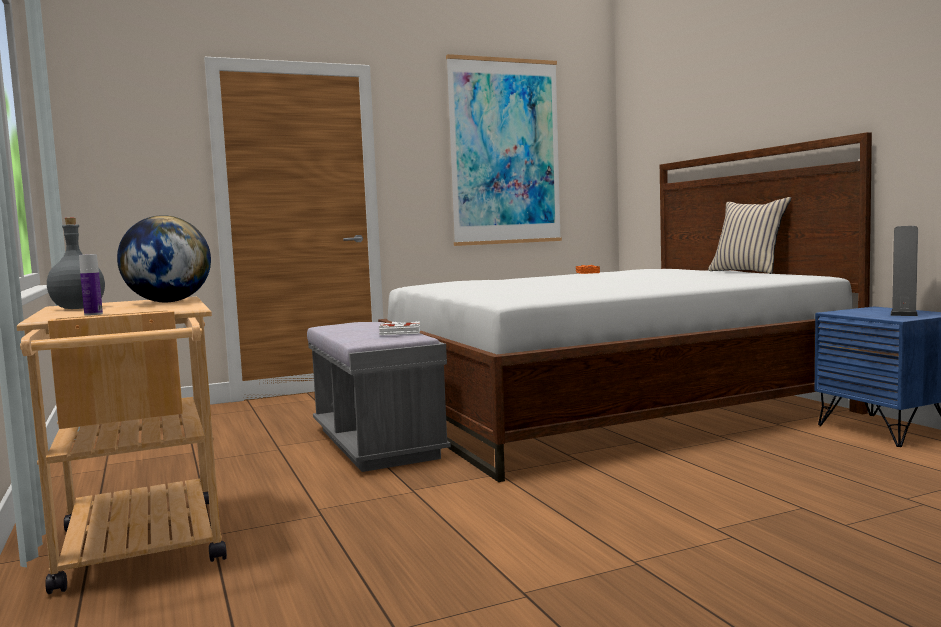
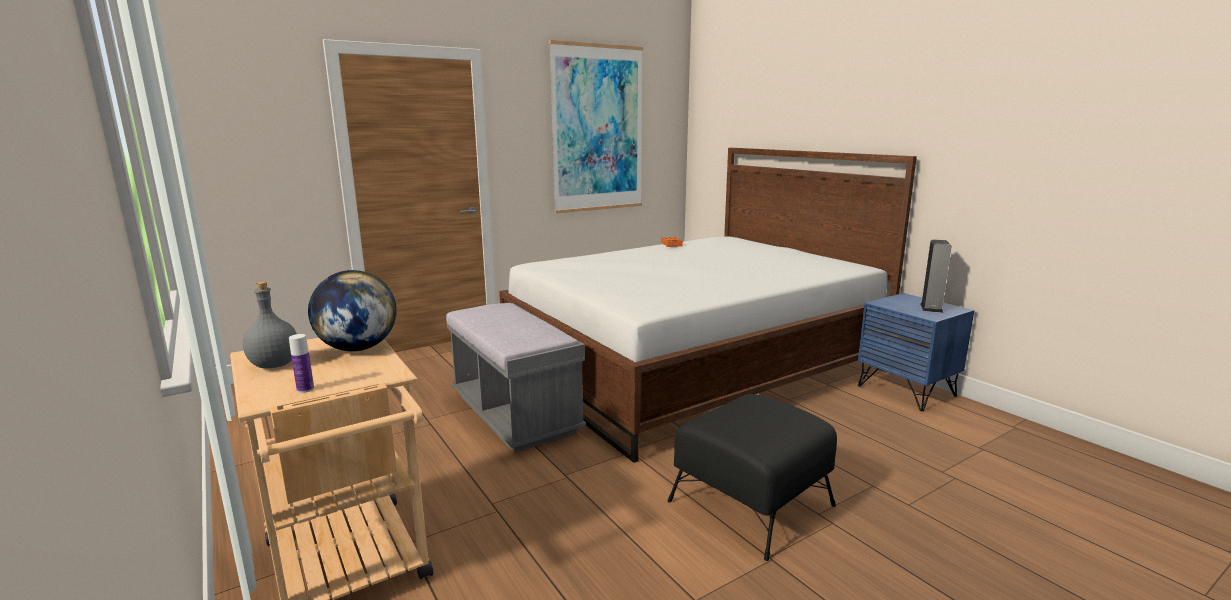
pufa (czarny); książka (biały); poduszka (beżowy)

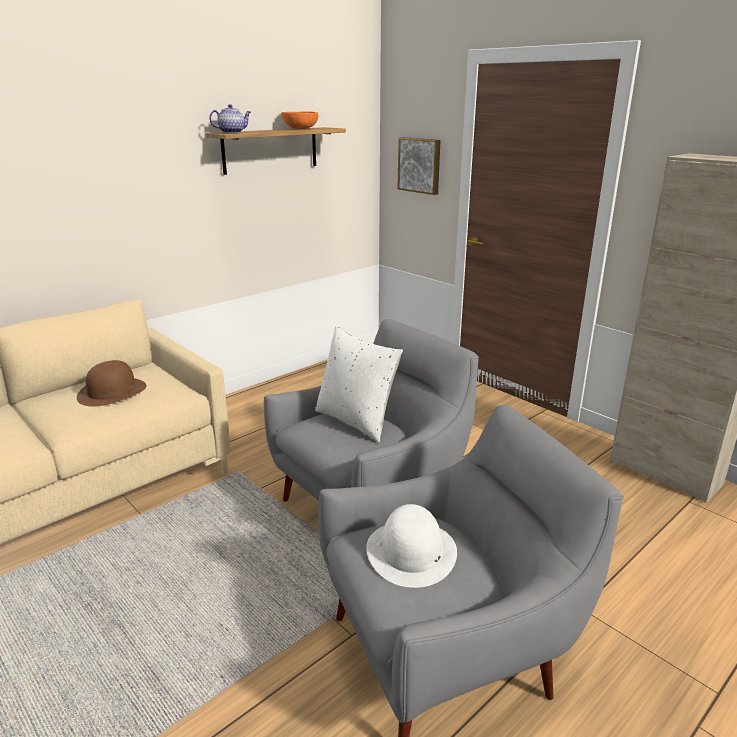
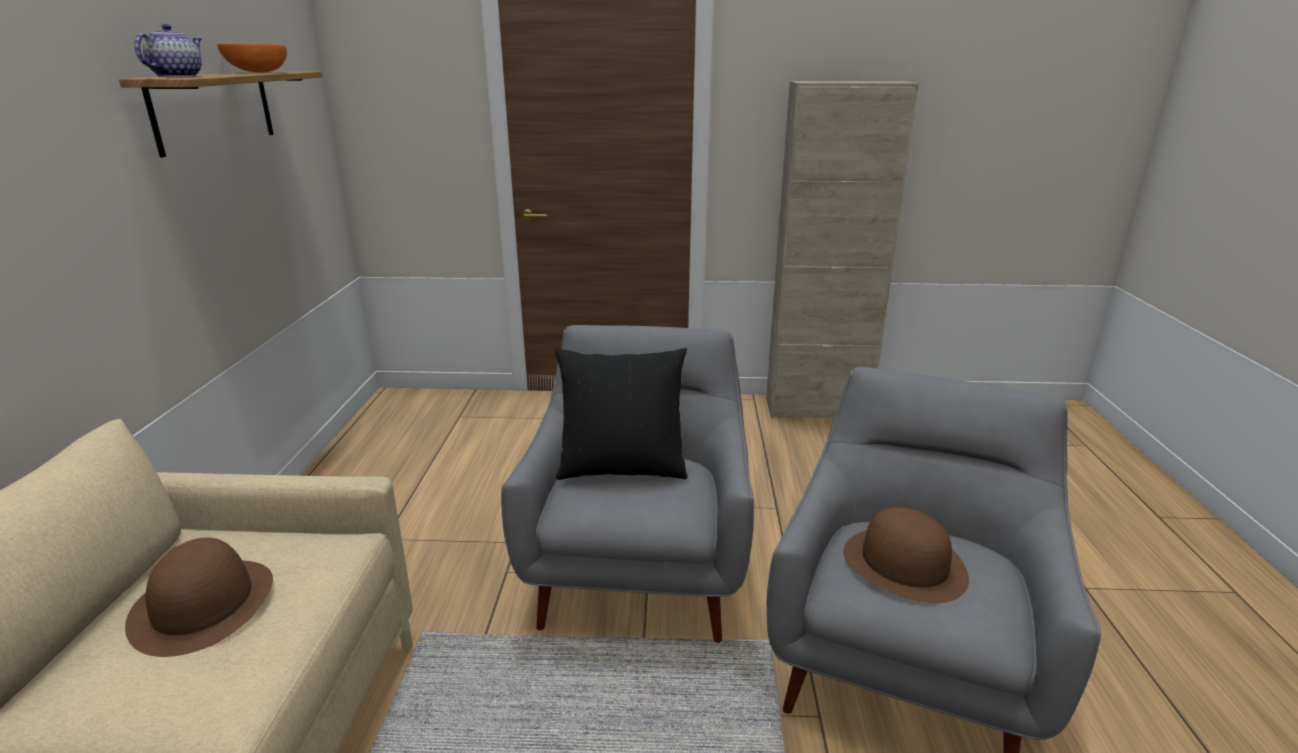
poduszka (czarny); kapelusz (brązowy) (2nd from left); obraz

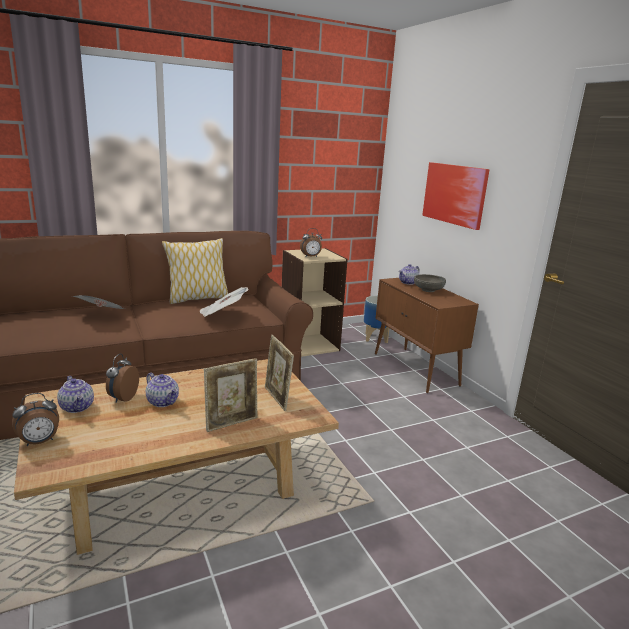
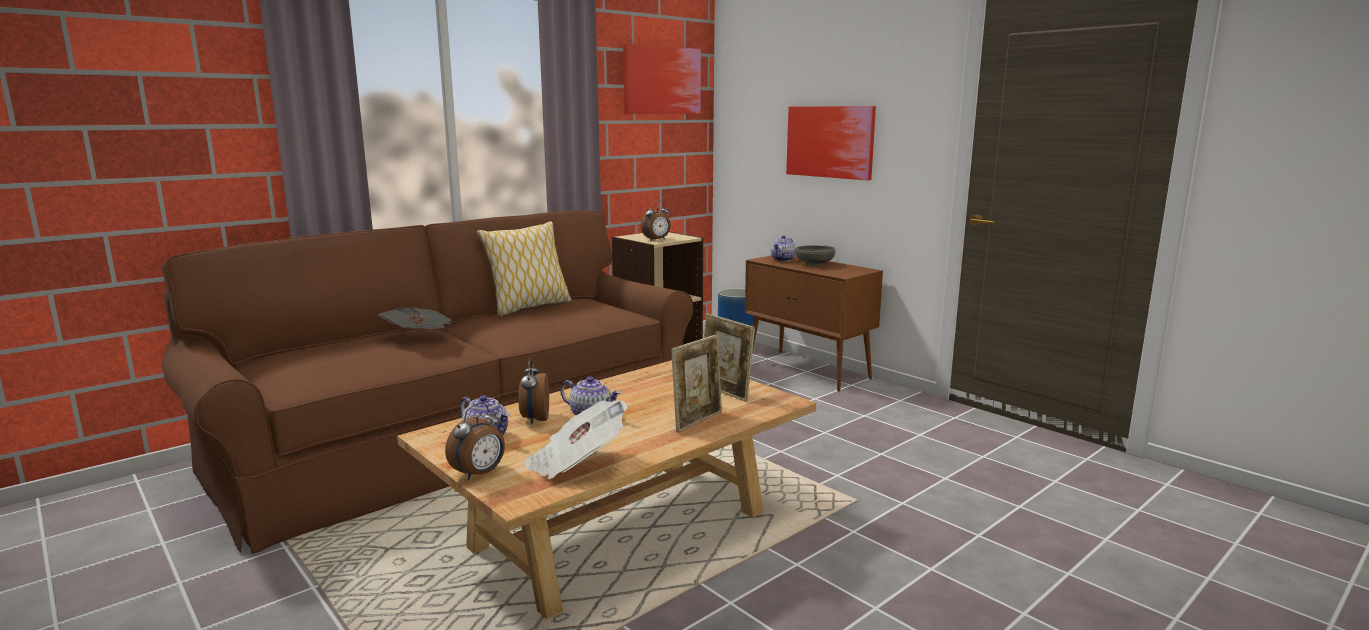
gazeta (2nd from left); obraz (1st from left)

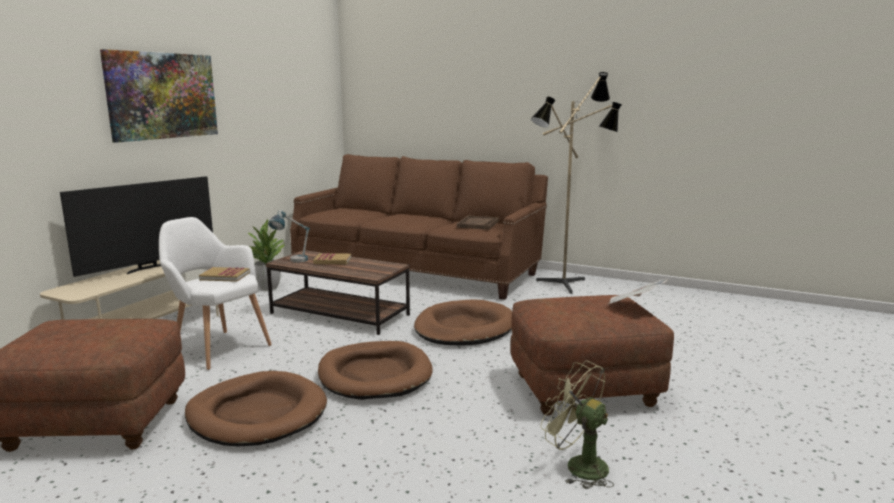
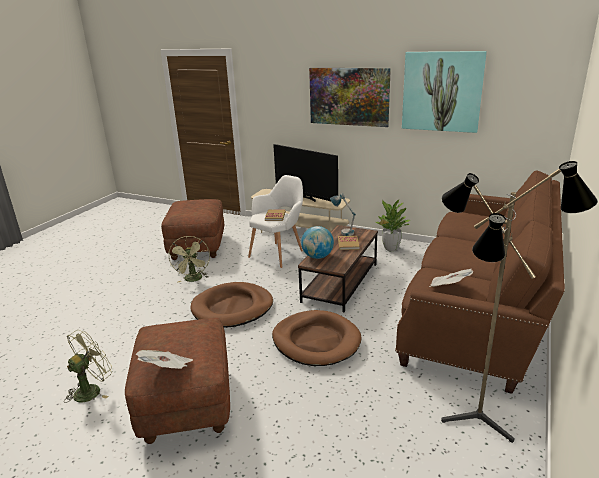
wentylator (zielony) (2nd from left); globus; obraz (2nd from left); gazeta (2nd from left)

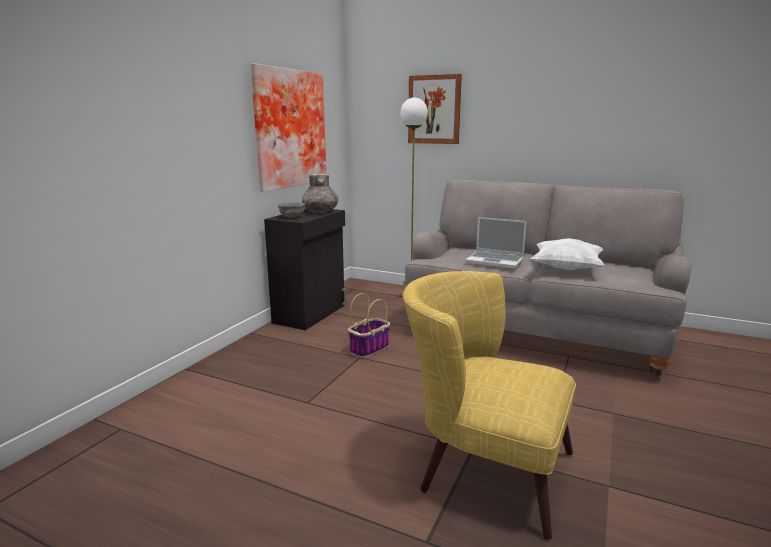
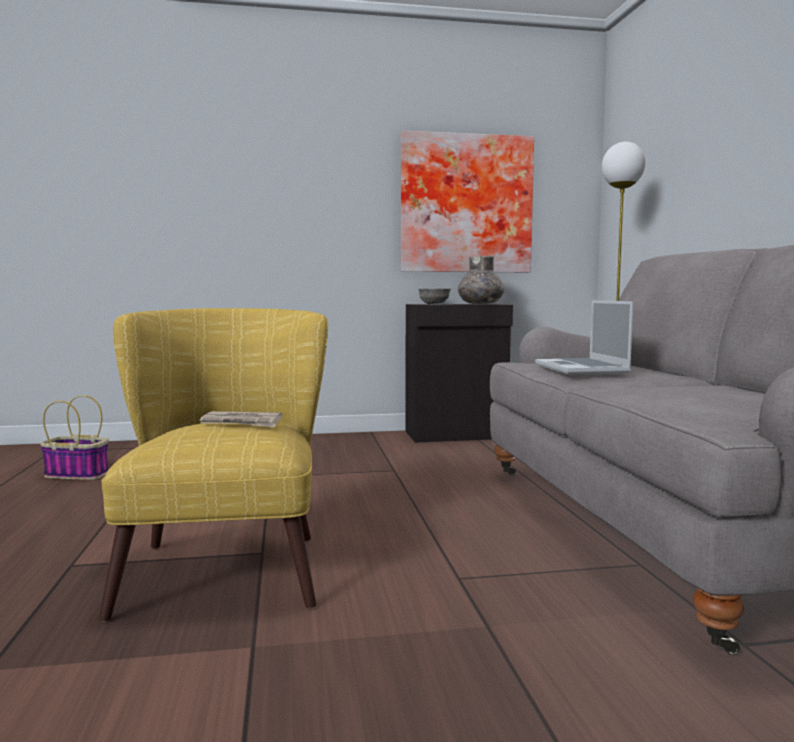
koszyk; gazeta; obraz (2nd from left in the first image); poduszka (biały)

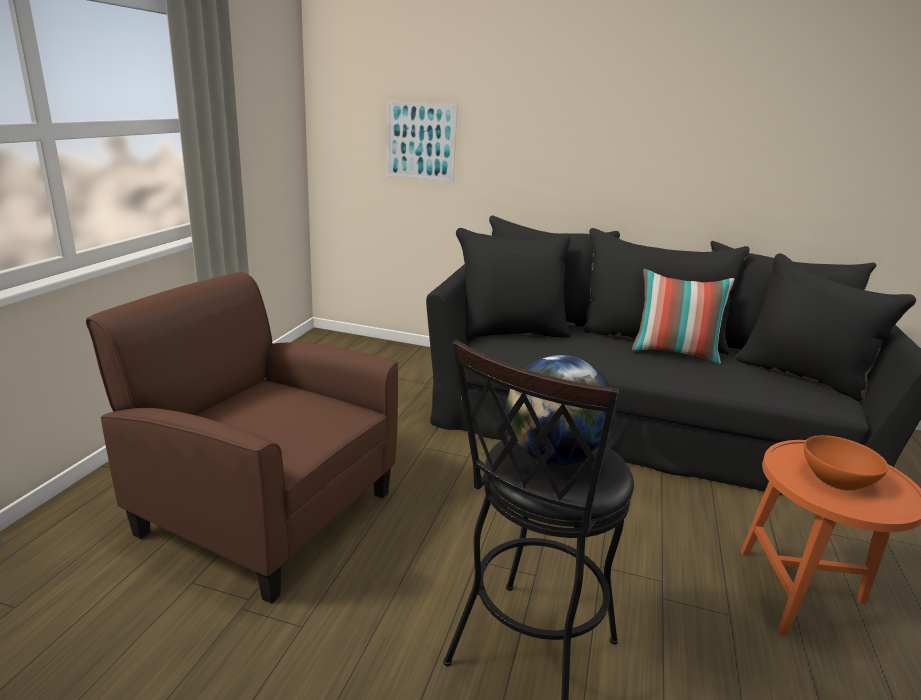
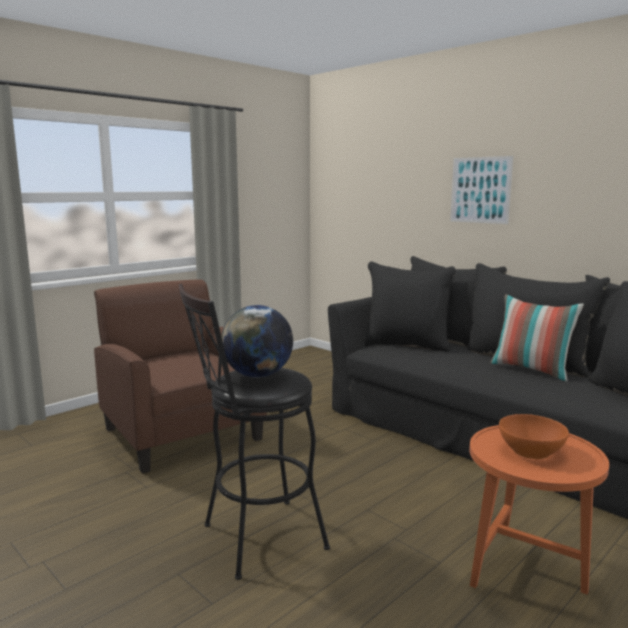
obraz

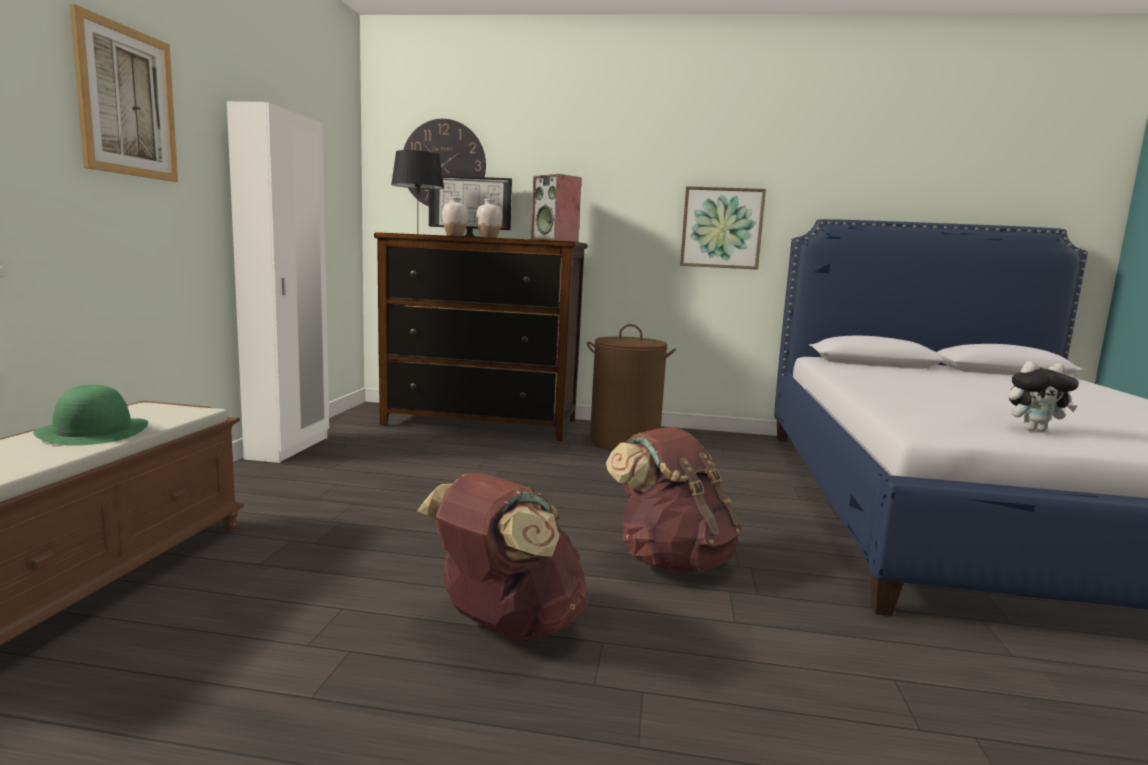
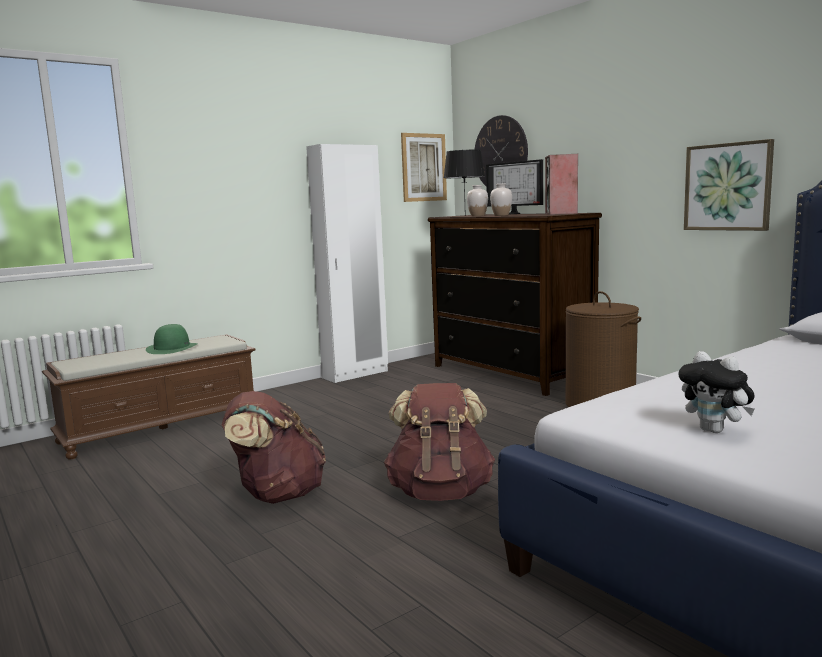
obraz (1st from left)

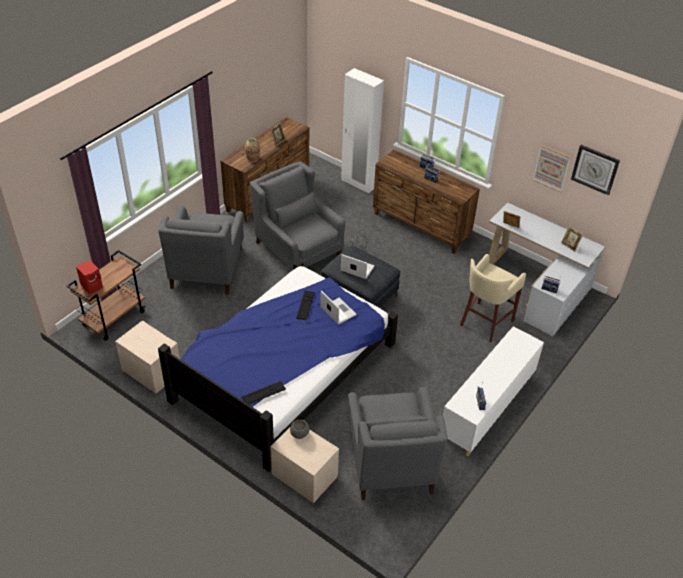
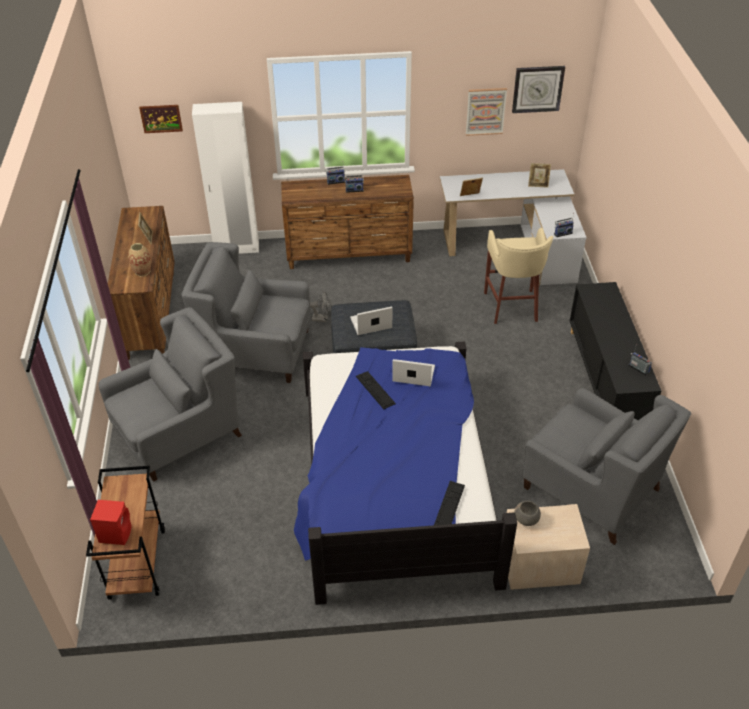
fotel (szary) (1st from left); obraz (1st from left); szafka (czarny); szafka nocna (beżowy) (1st from left in the first image)

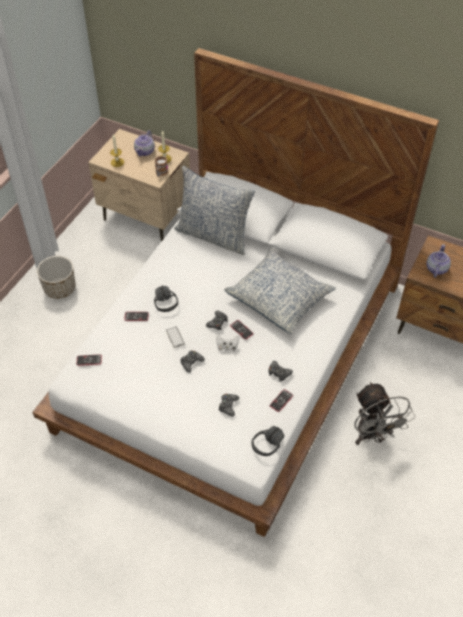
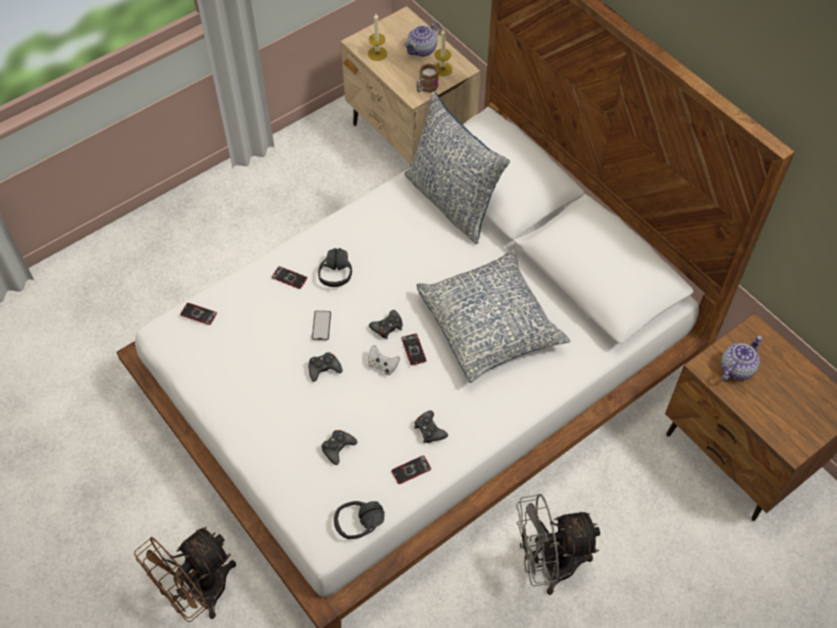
wentylator (brązowy); wentylator (szary); donica

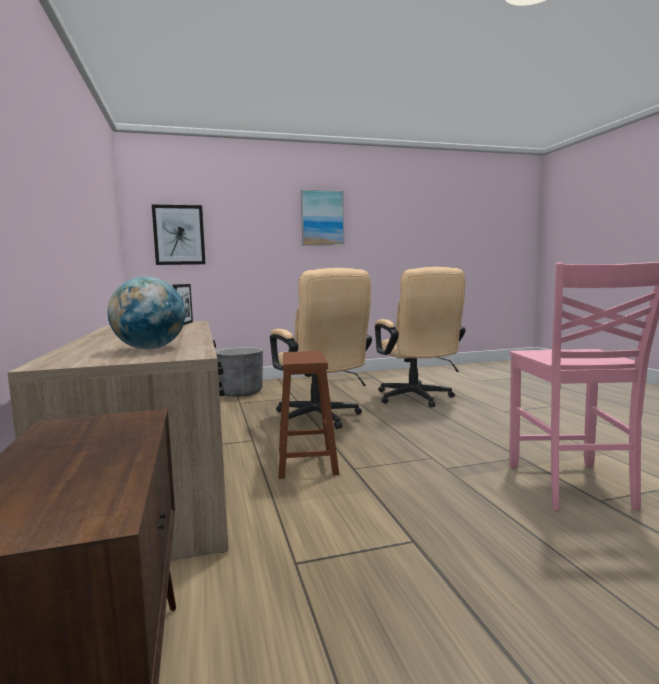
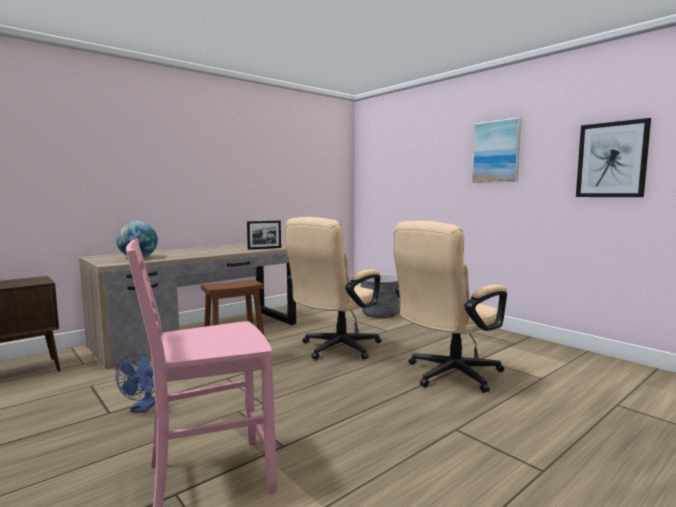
wentylator (niebieski); obraz (2nd from left)

